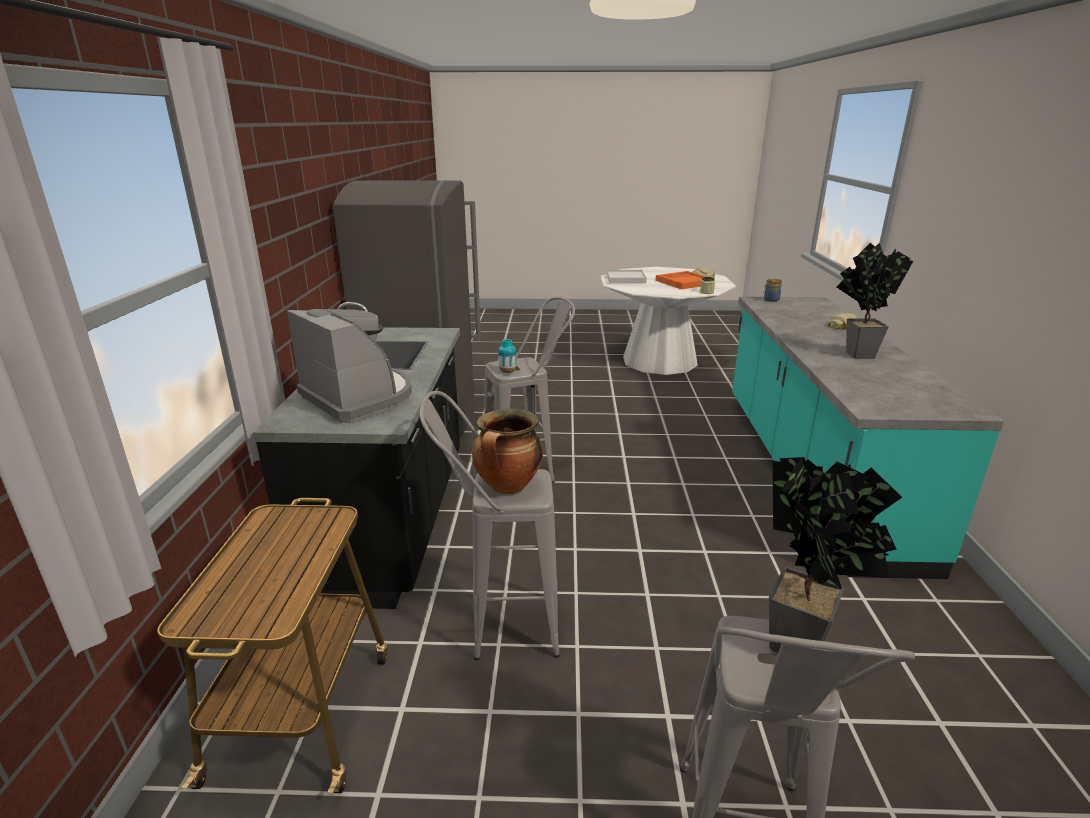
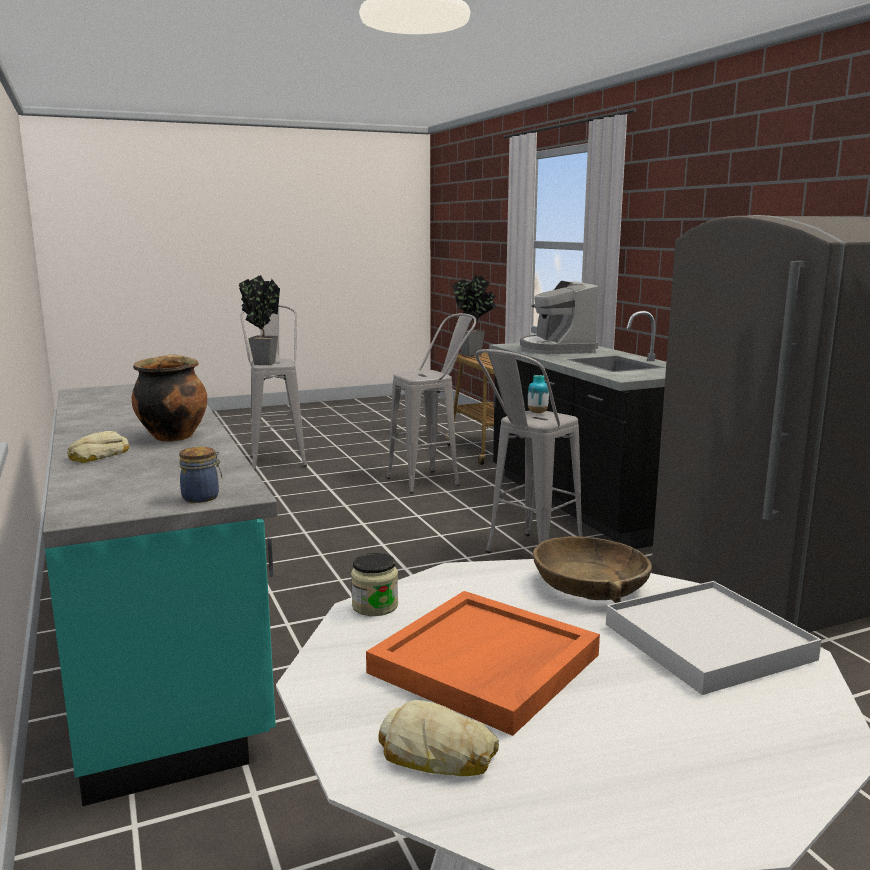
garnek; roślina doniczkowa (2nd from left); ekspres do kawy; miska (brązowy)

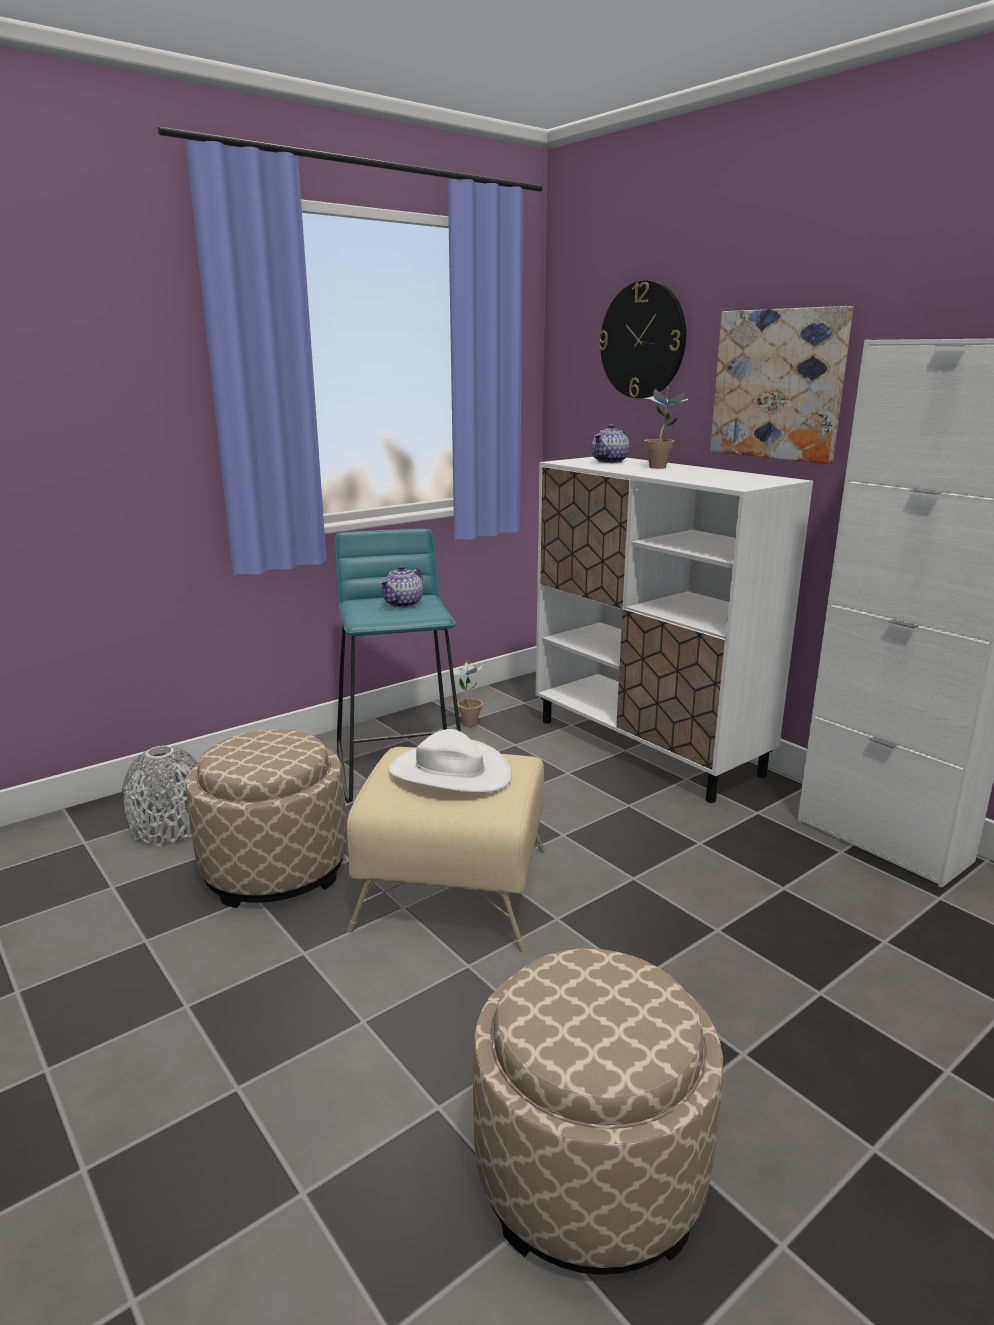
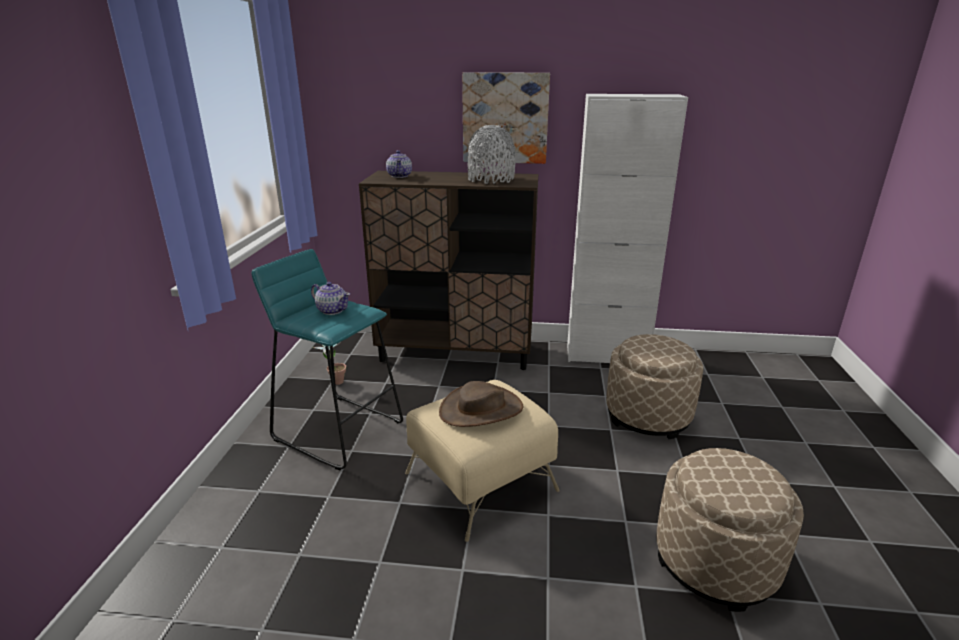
imbryk (1st from left); szafka (brązowy); kapelusz (brązowy); wazon (szary); pufa (beżowy) (2nd from left); zegar ścienny; roślina doniczkowa (2nd from left in the first image)

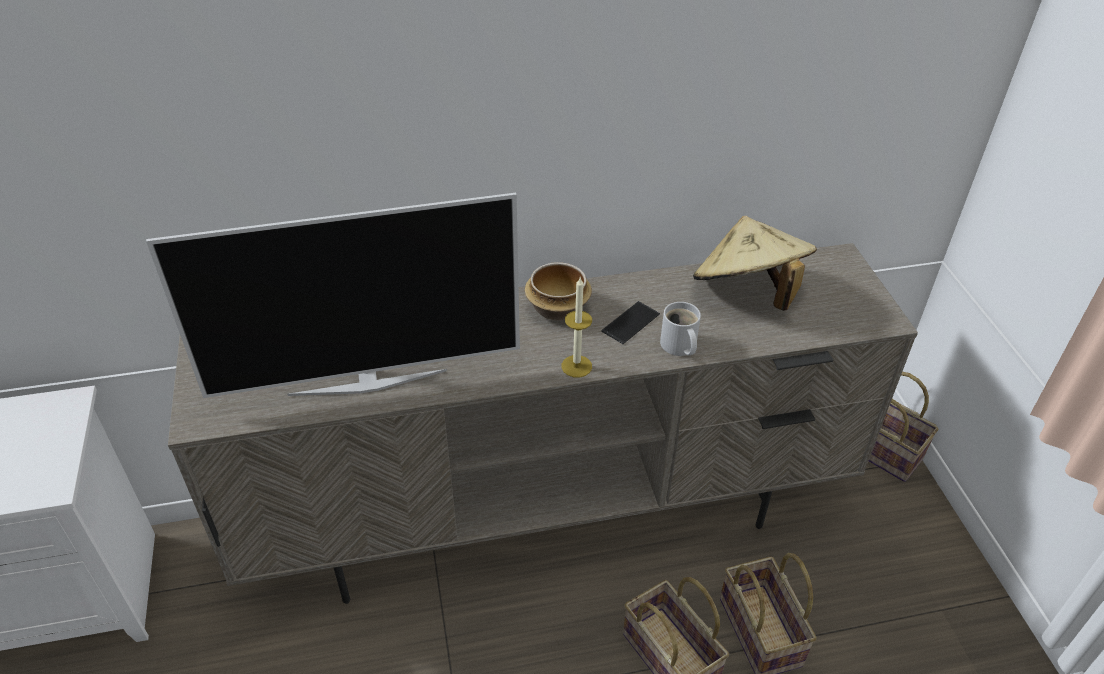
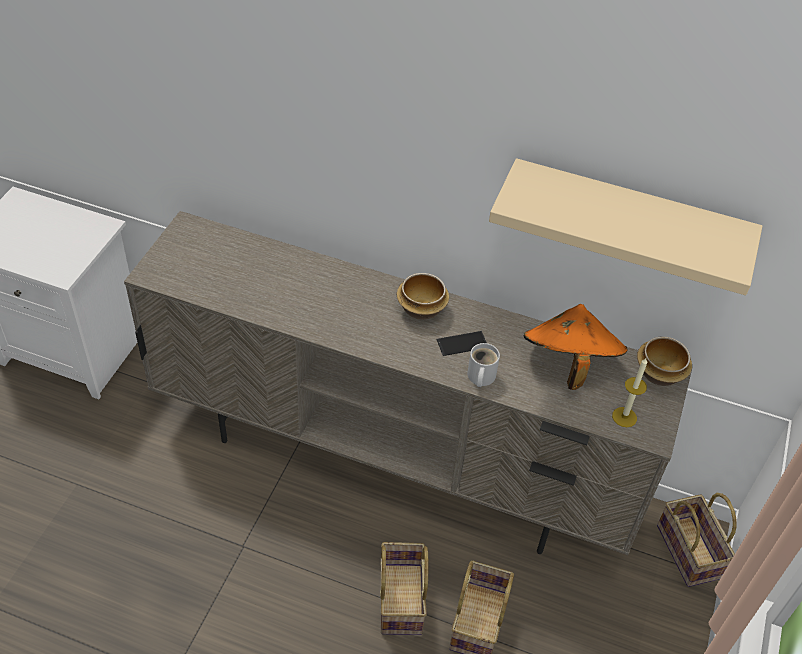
półka (beżowy); kapelusz (pomarańczowy); świeca; miska (2nd from left); telewizor

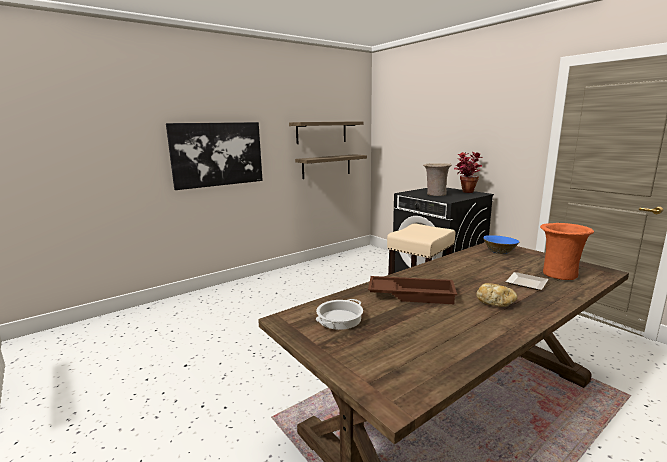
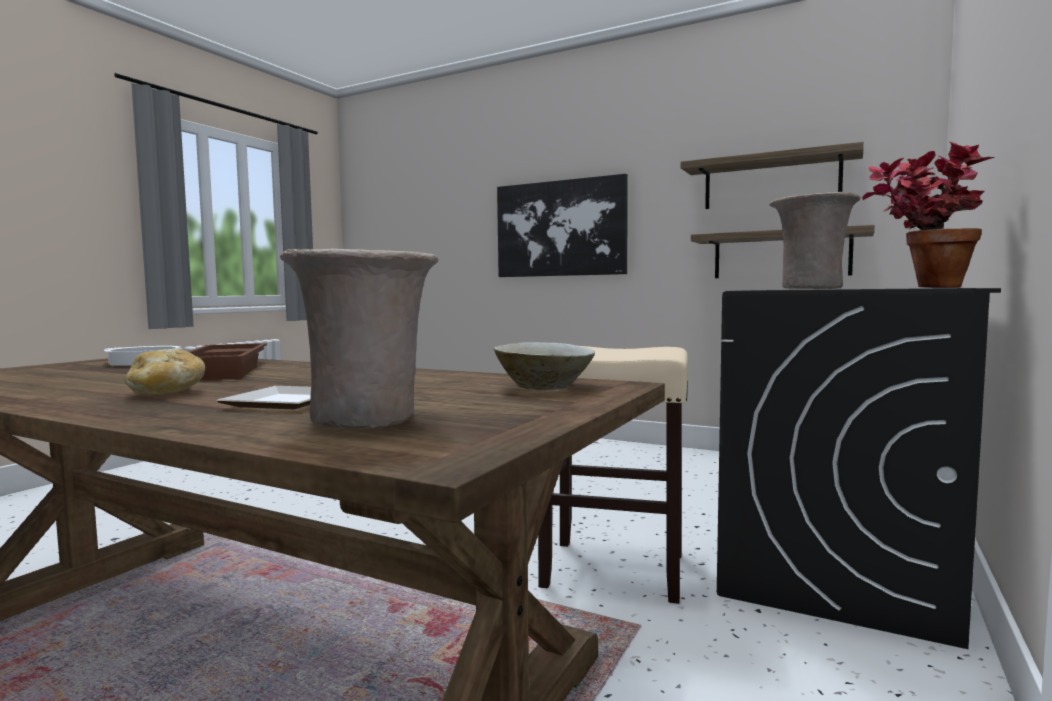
wazon (beżowy) (1st from left); miska (beżowy)

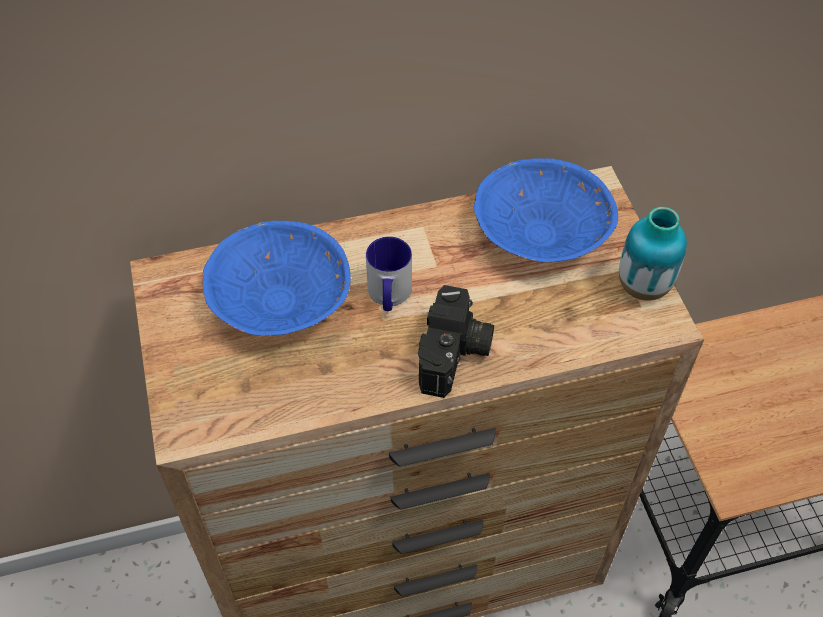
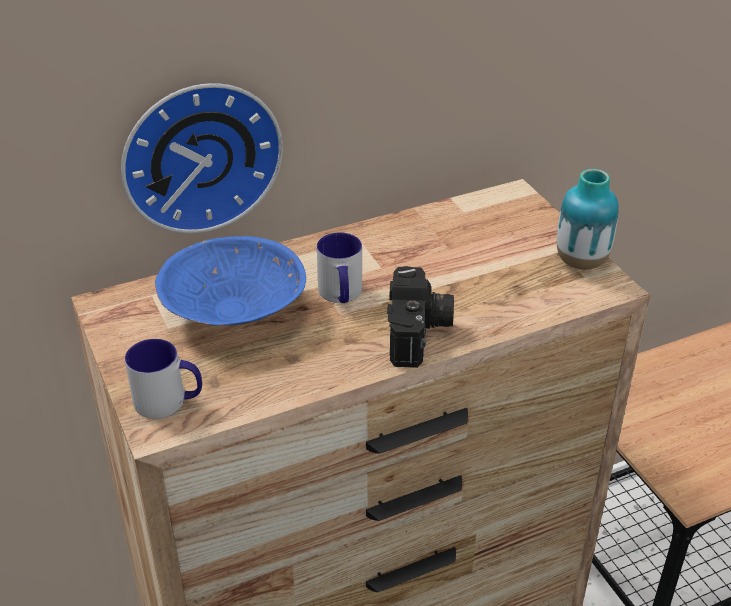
zegar ścienny; kubek (1st from left); miska (niebieski) (2nd from left in the first image)

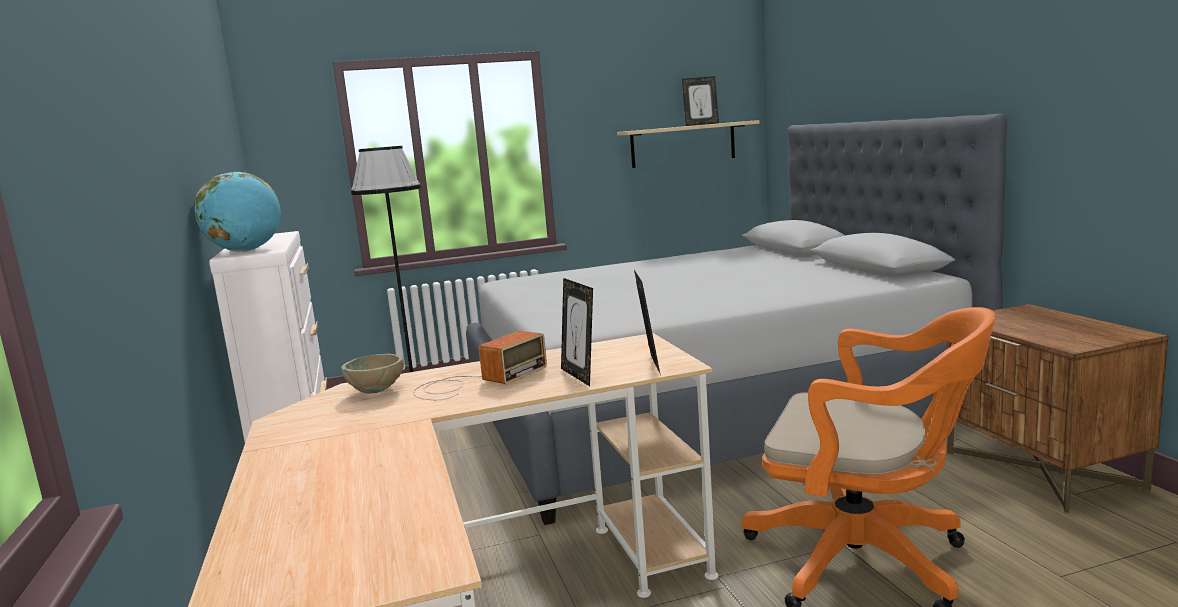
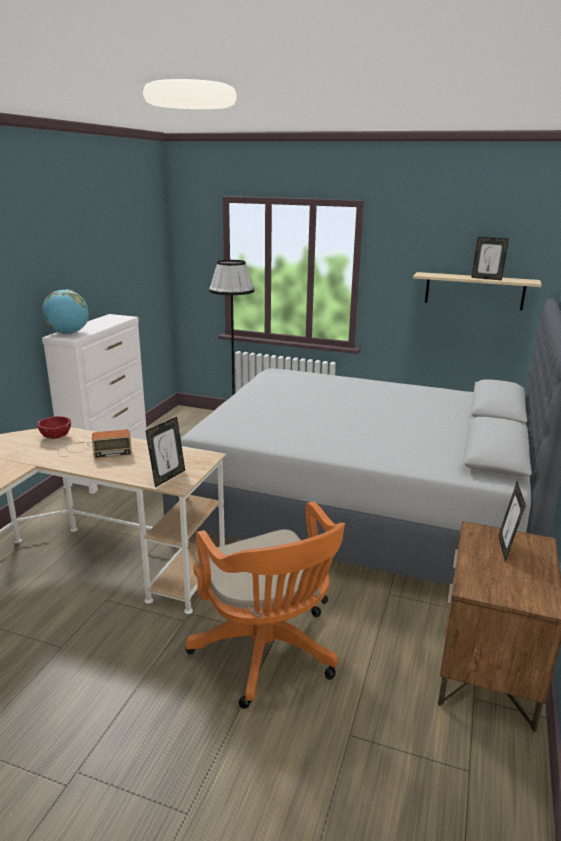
miska (czerwony); ramka na zdjęcie (3rd from left)

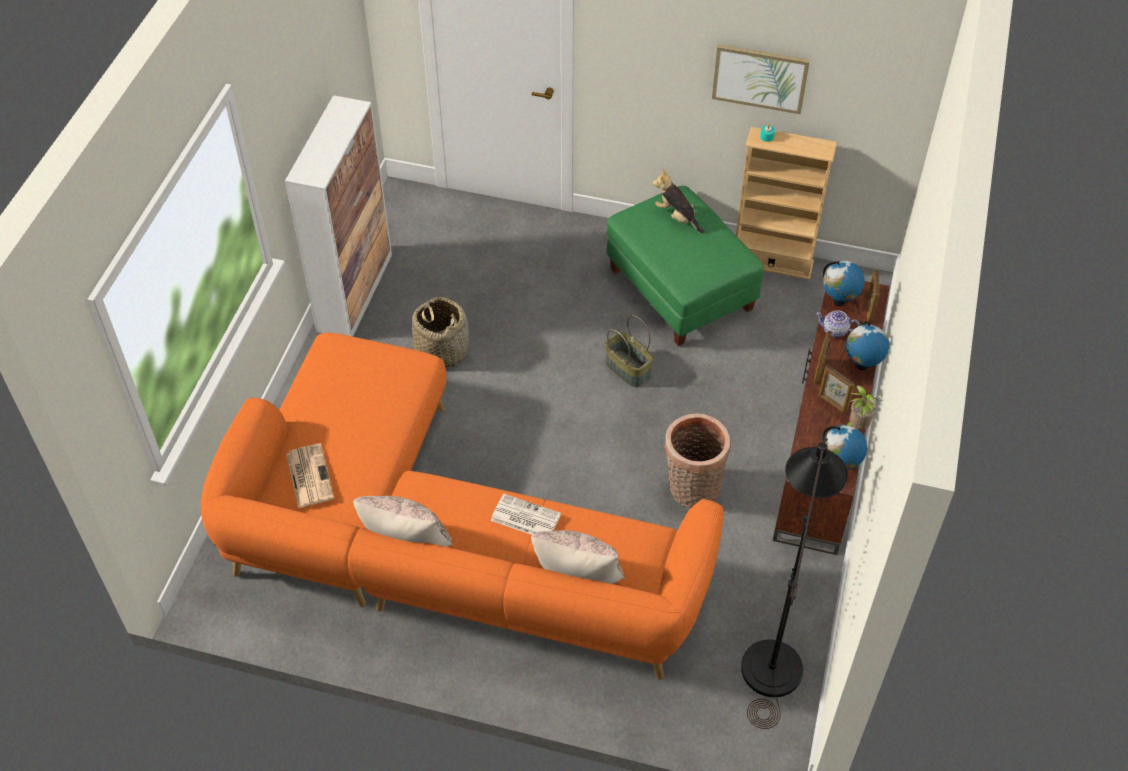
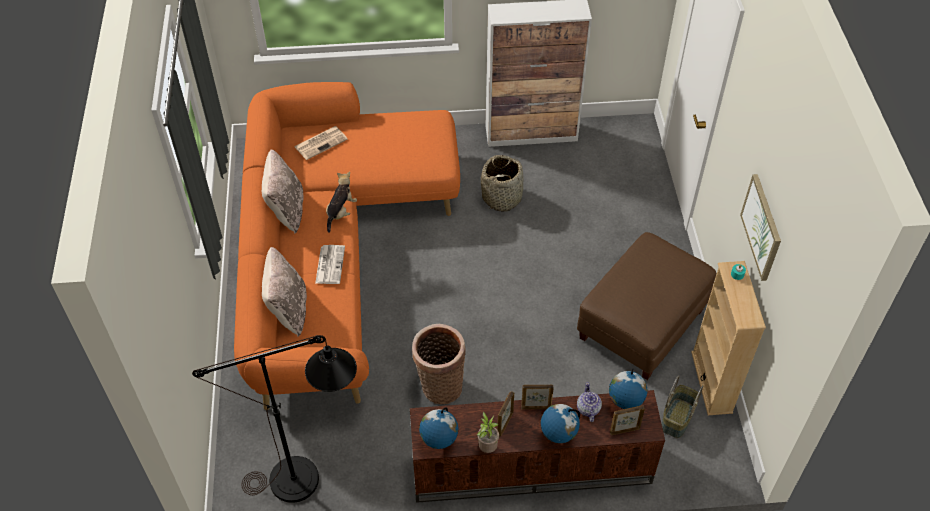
pluszak; pufa (brązowy); koszyk (3rd from left)

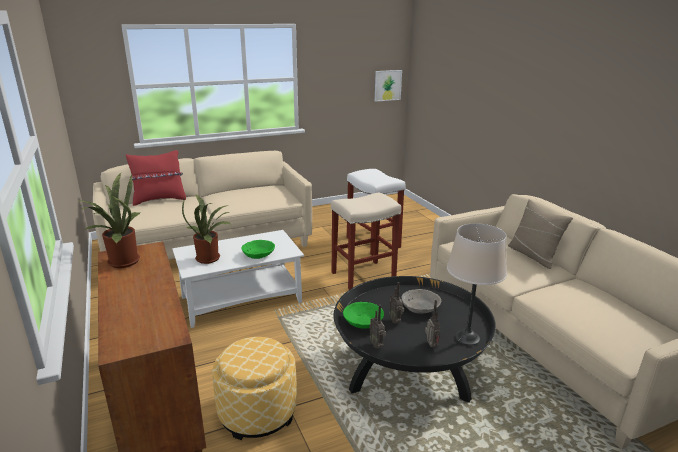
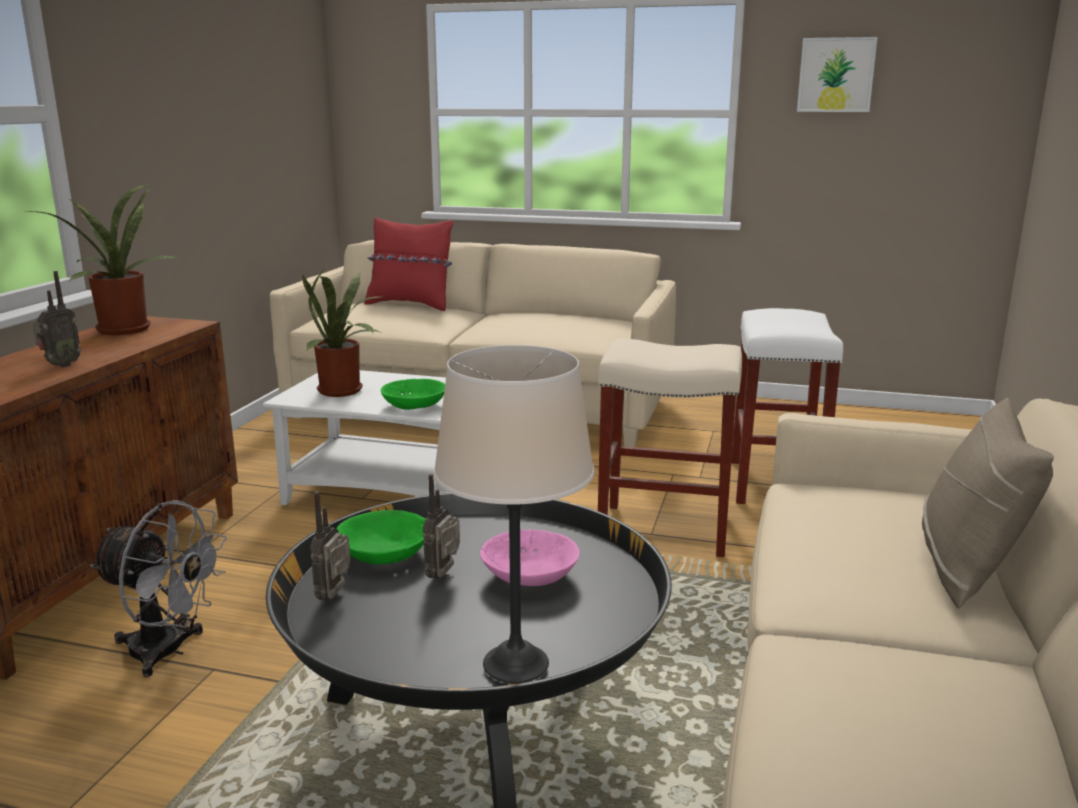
radio (1st from left); wentylator (szary); miska (różowy); obraz

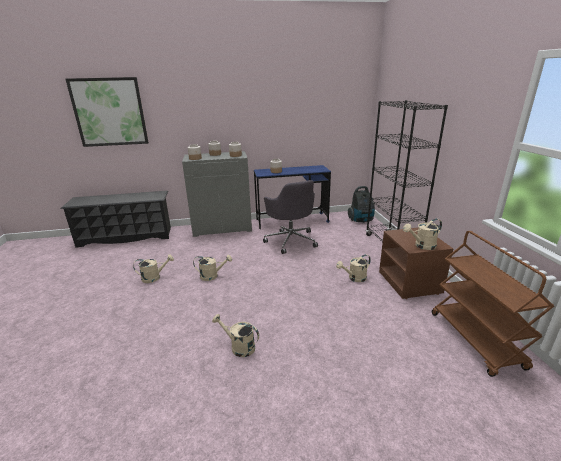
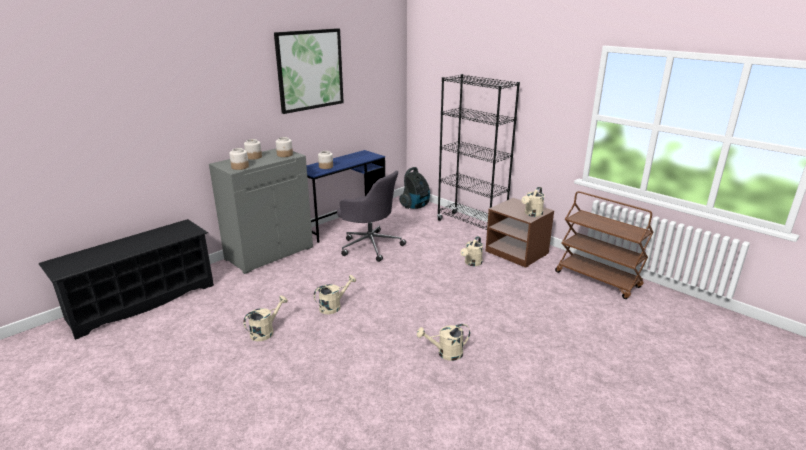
obraz

